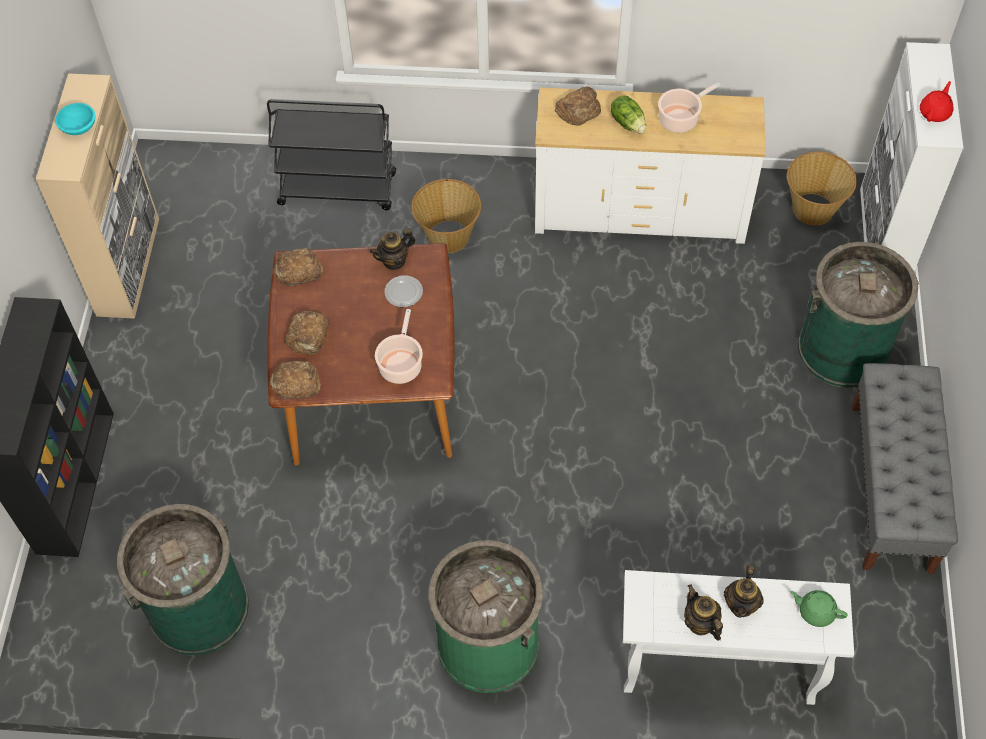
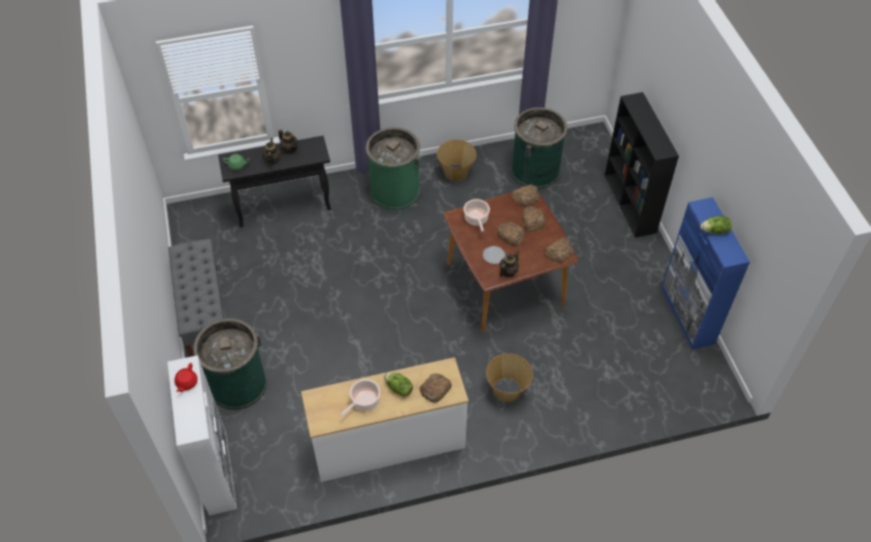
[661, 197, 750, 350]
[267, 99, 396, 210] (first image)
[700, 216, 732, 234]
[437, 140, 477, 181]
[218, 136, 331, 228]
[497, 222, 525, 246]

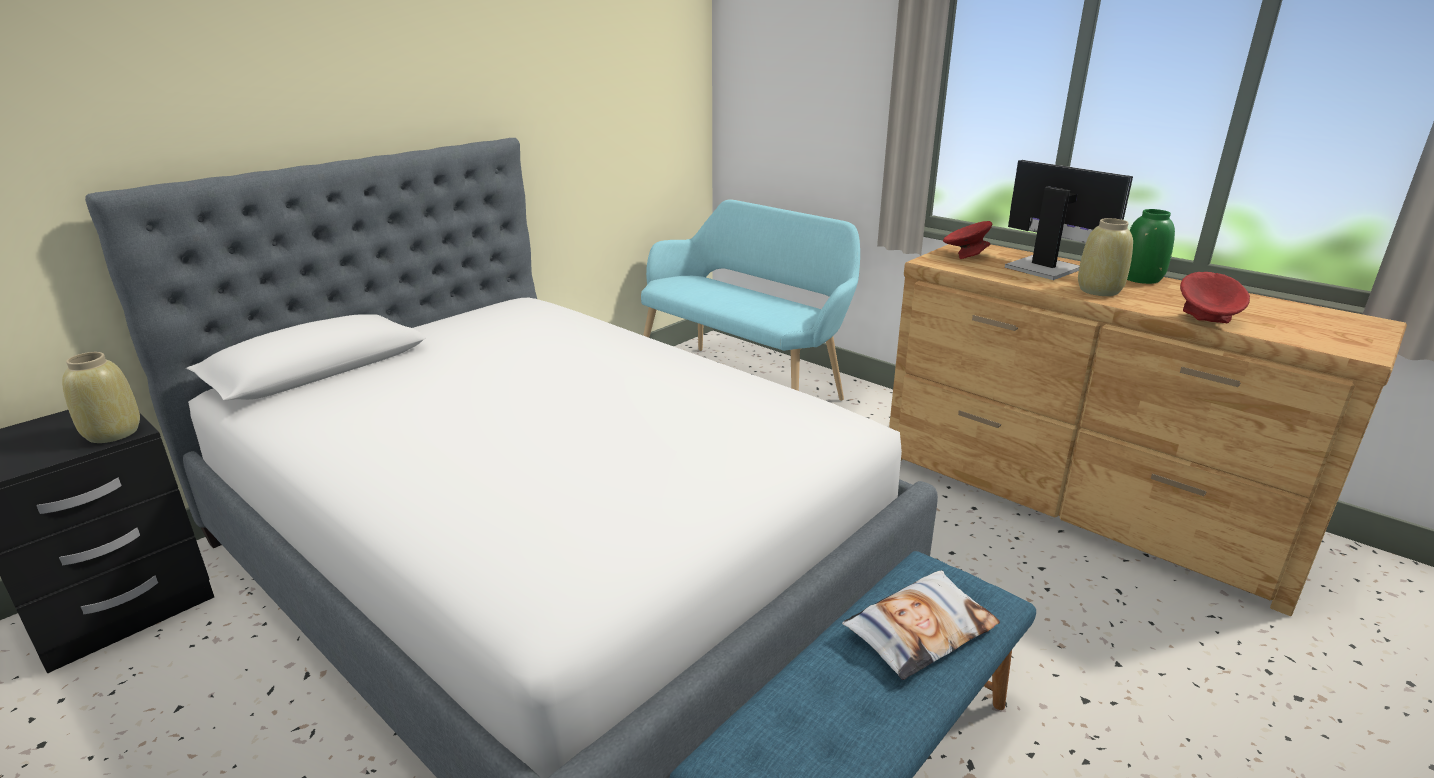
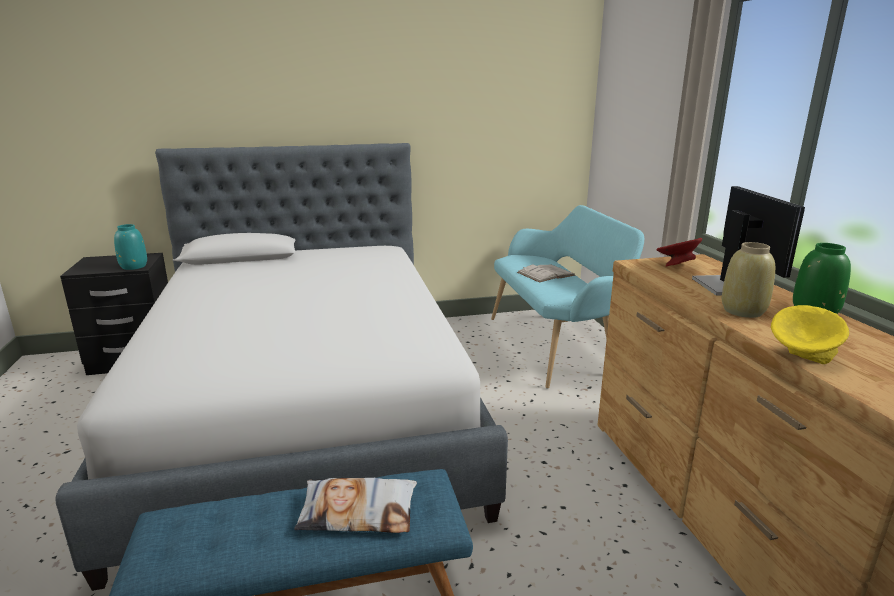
[771, 305, 849, 364]
[114, 224, 147, 270]
[517, 265, 575, 283]

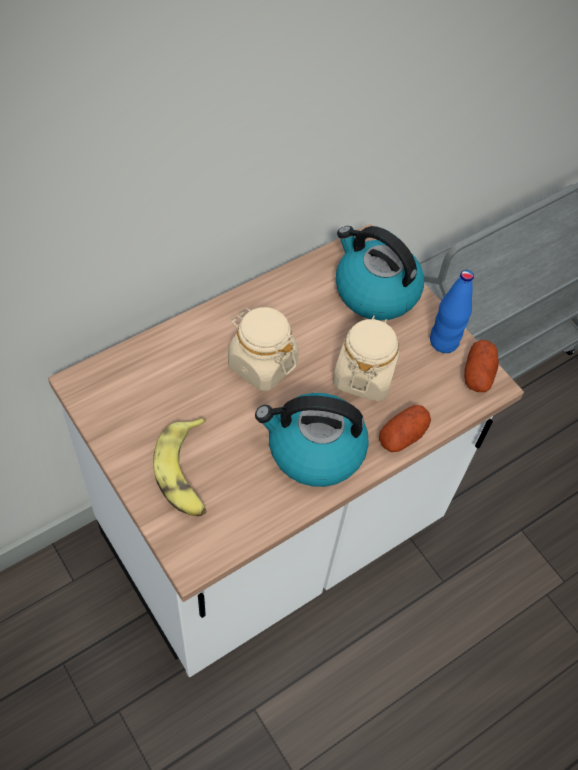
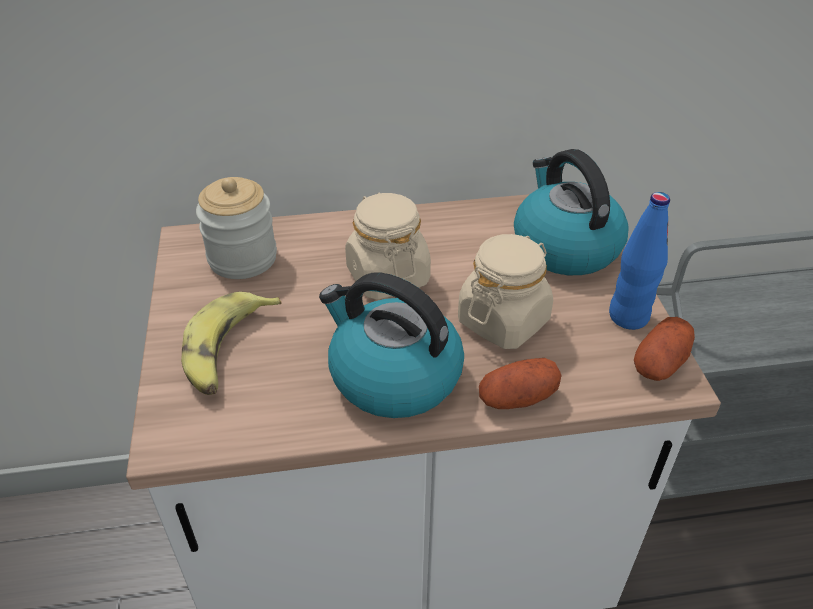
[196, 177, 277, 279]

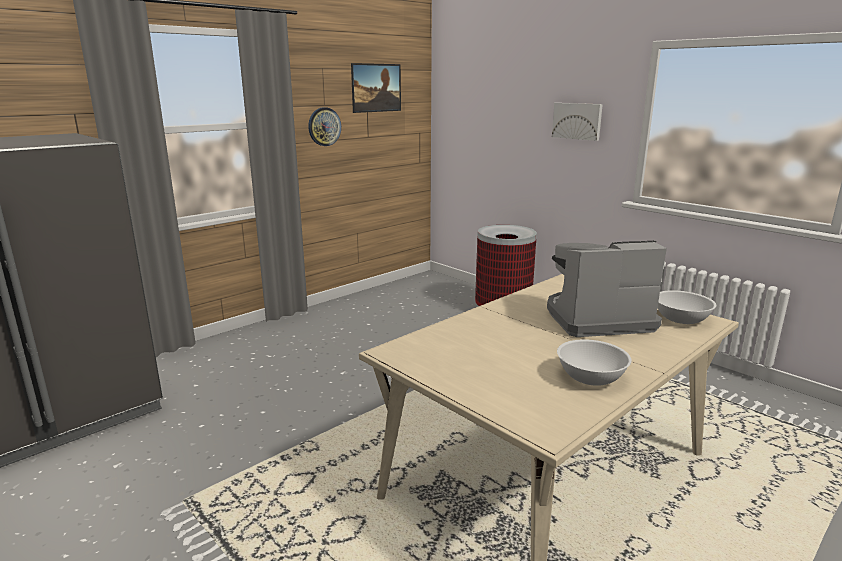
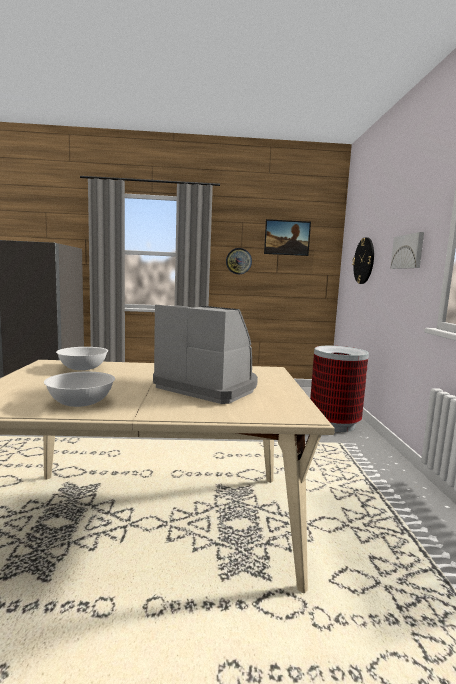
[56, 347, 108, 370]
[352, 237, 374, 284]

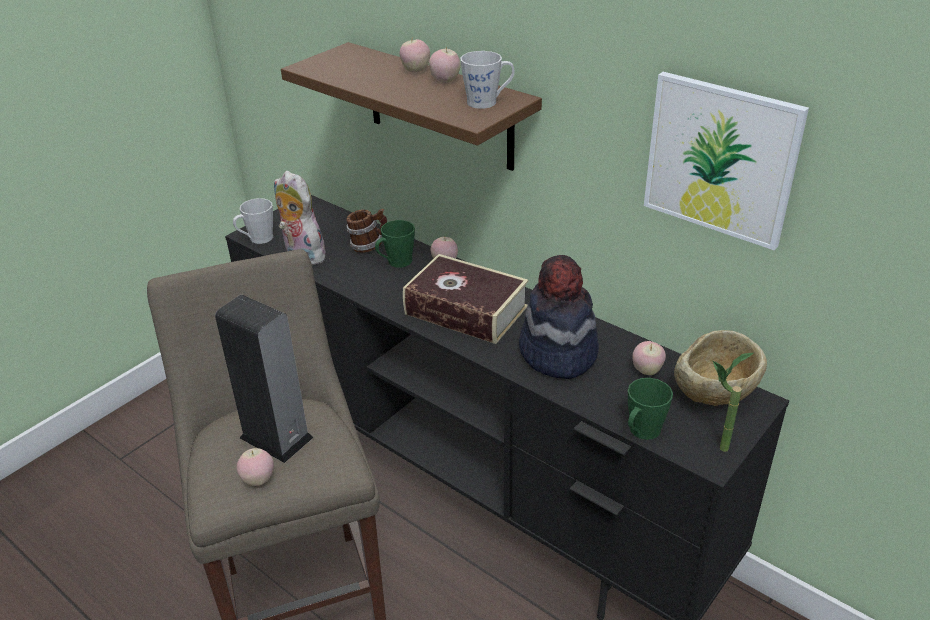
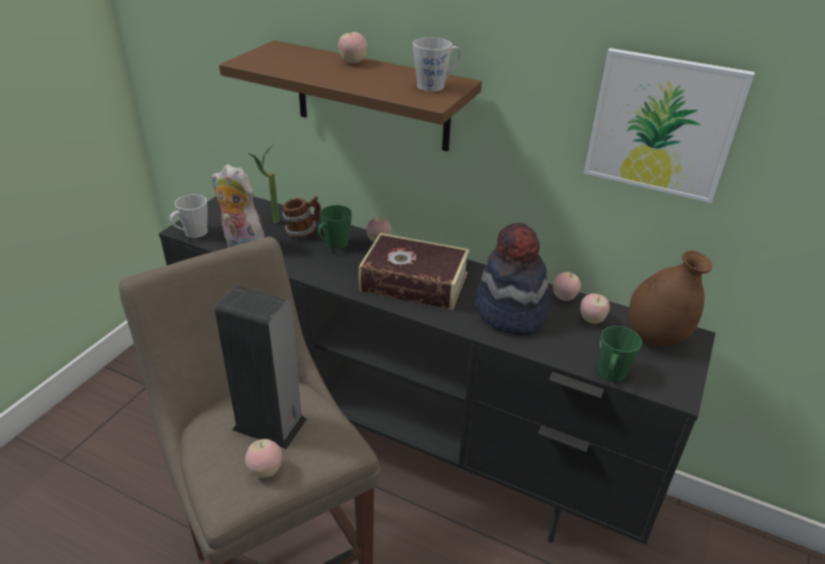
[553, 272, 581, 301]
[629, 250, 712, 346]
[247, 145, 279, 223]

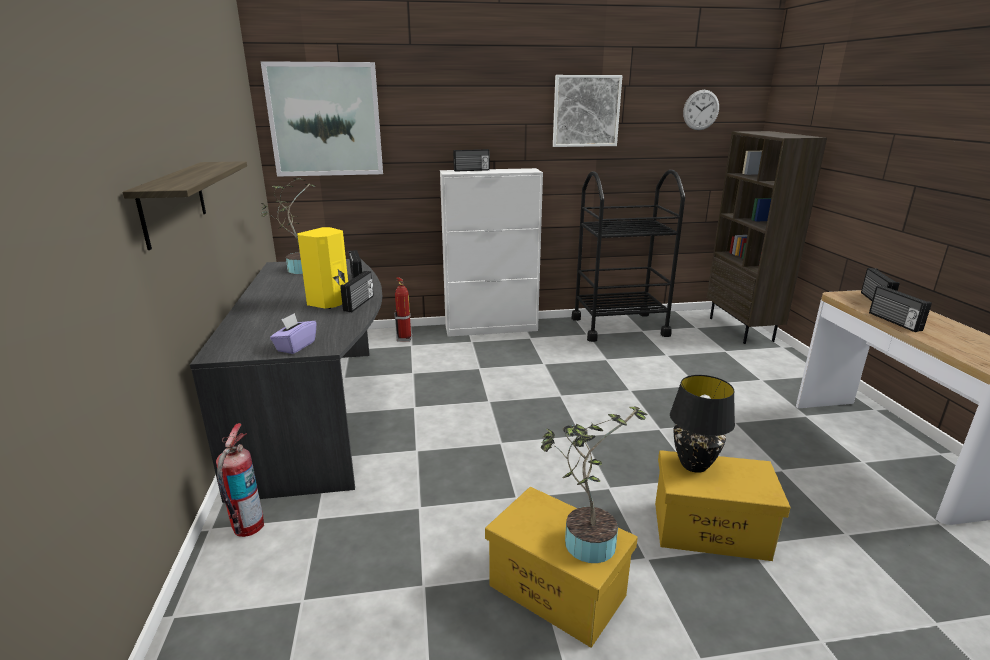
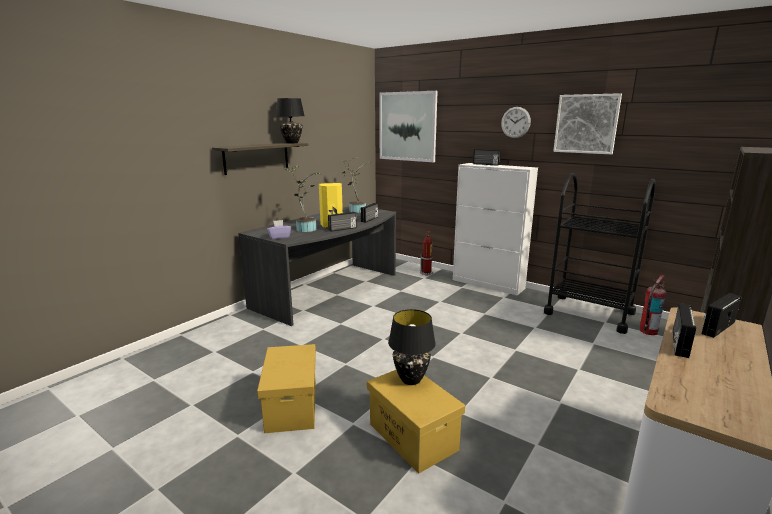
[501, 107, 531, 138]
[284, 165, 321, 232]
[640, 275, 666, 335]
[276, 98, 304, 143]

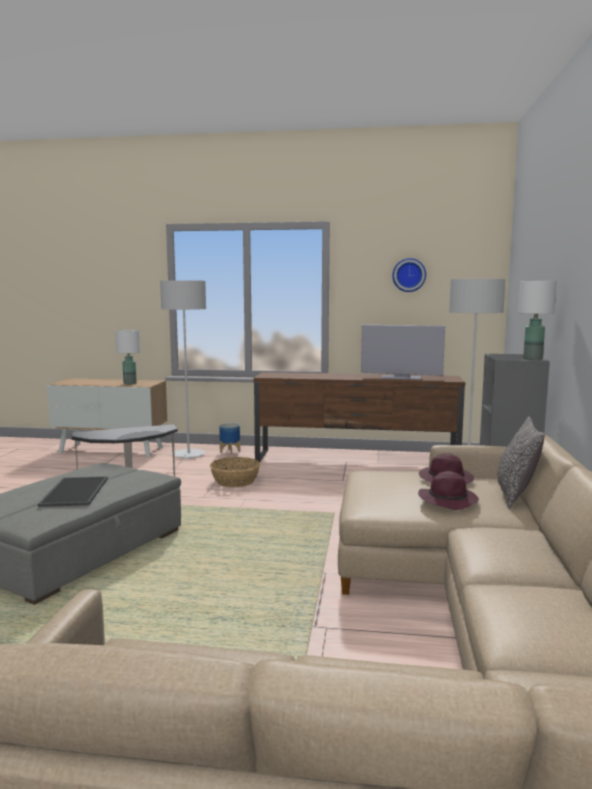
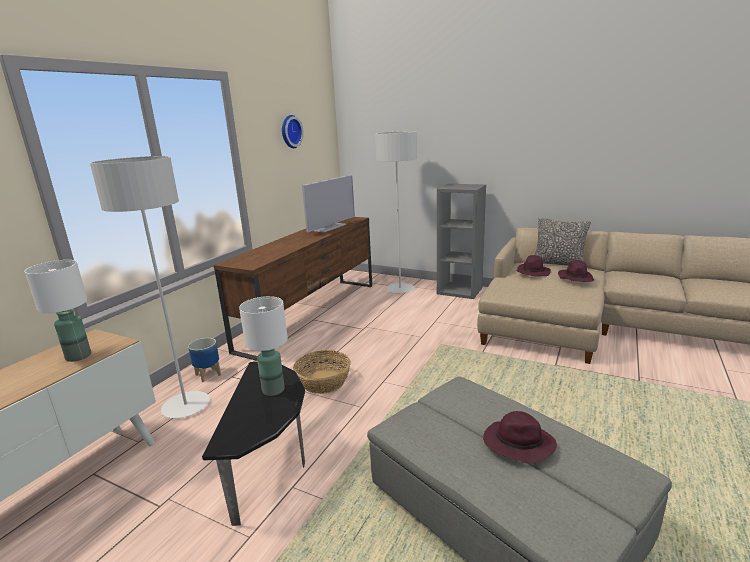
[239, 296, 288, 396]
[483, 411, 557, 464]

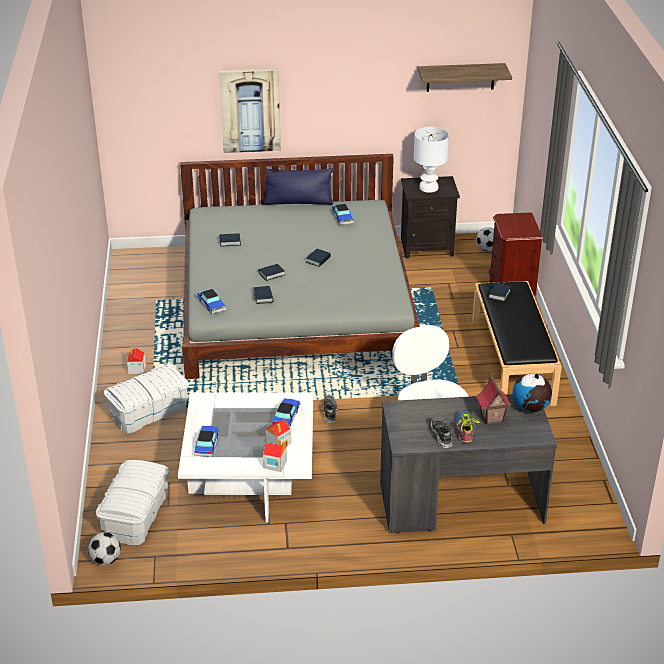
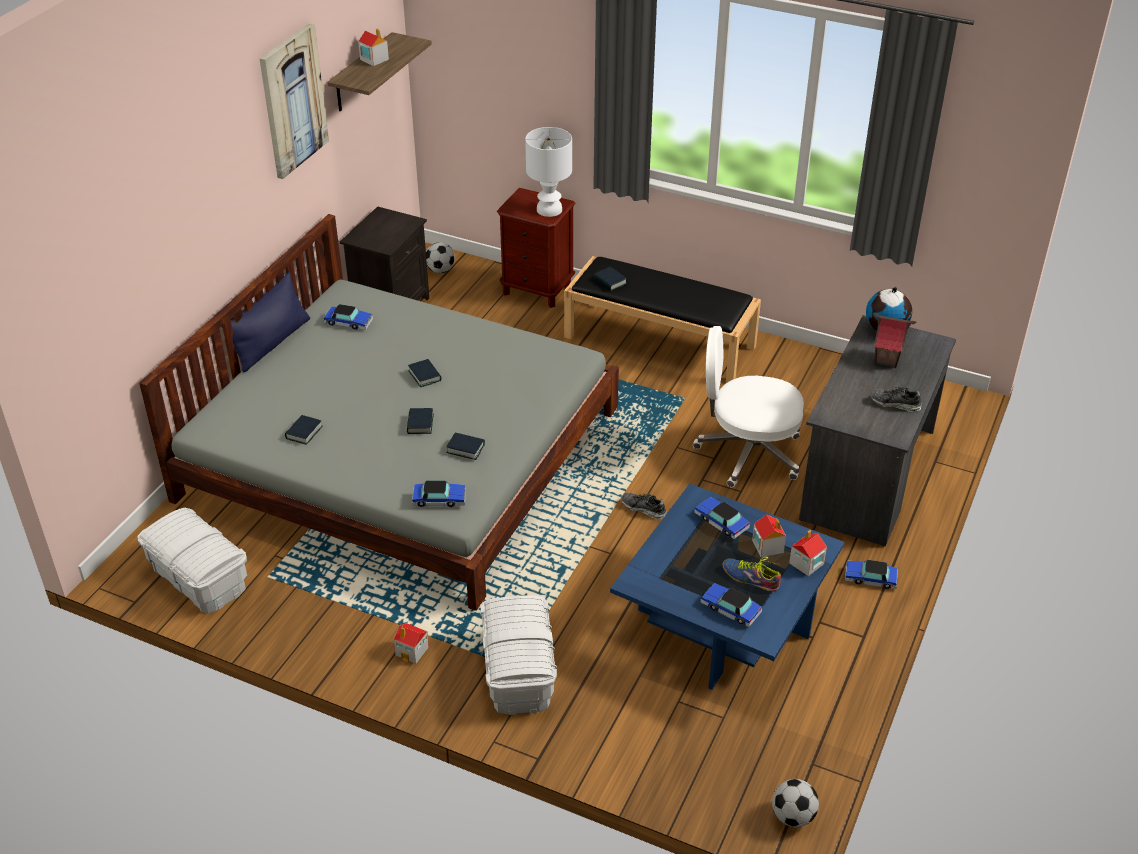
[260, 23, 329, 179]
[525, 127, 572, 217]
[610, 483, 844, 690]
[722, 557, 781, 592]
[137, 508, 247, 614]
[358, 29, 389, 66]
[844, 560, 898, 589]

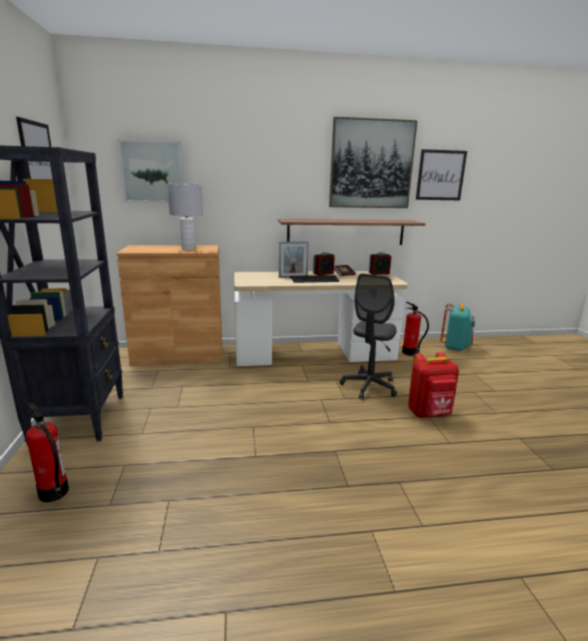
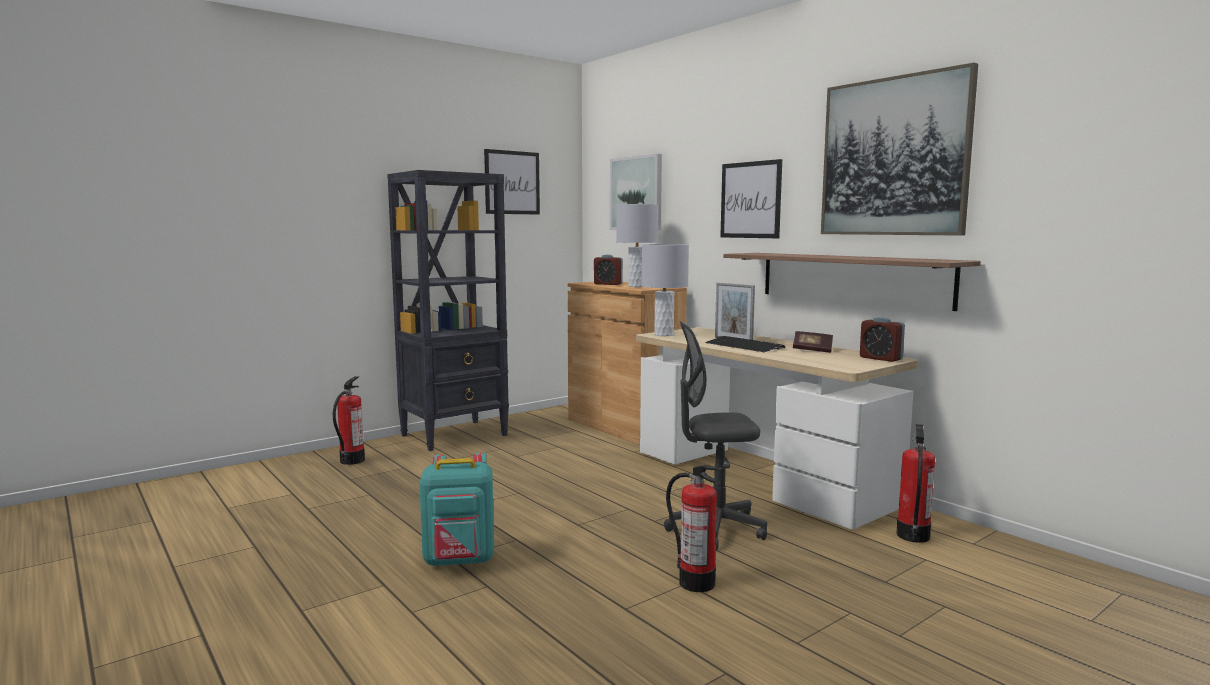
[720, 159, 782, 238]
[594, 254, 623, 285]
[419, 453, 494, 567]
[666, 465, 723, 592]
[641, 244, 689, 336]

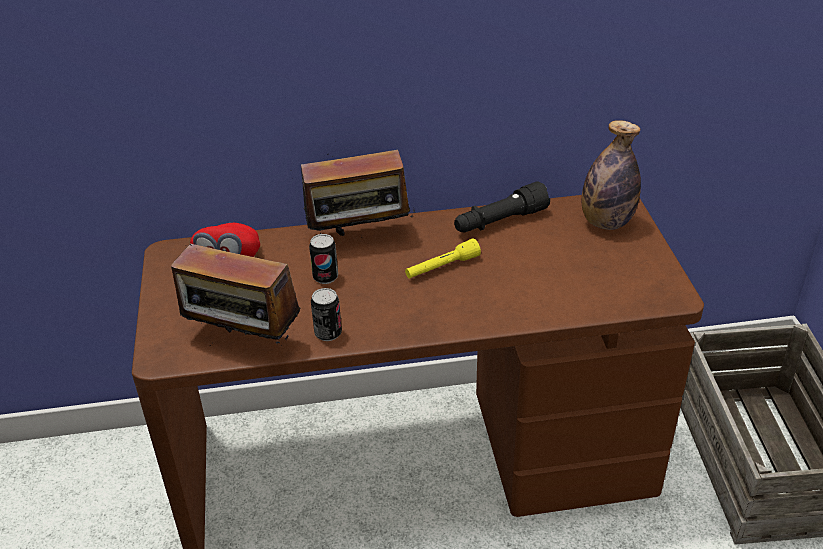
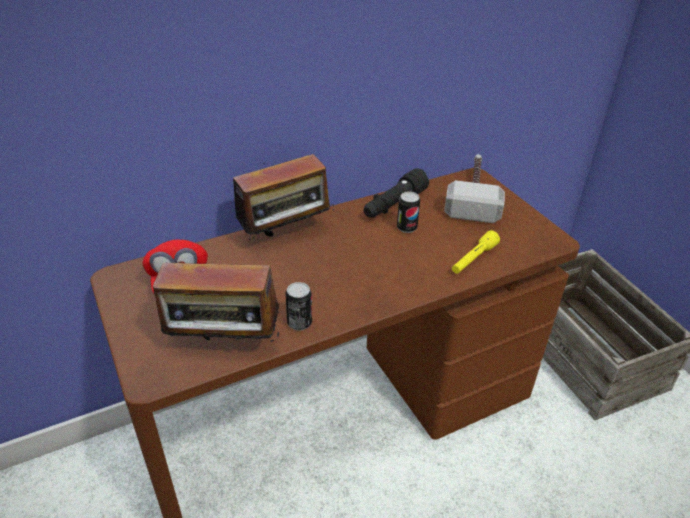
[444, 154, 505, 223]
[397, 191, 420, 233]
[452, 230, 500, 274]

